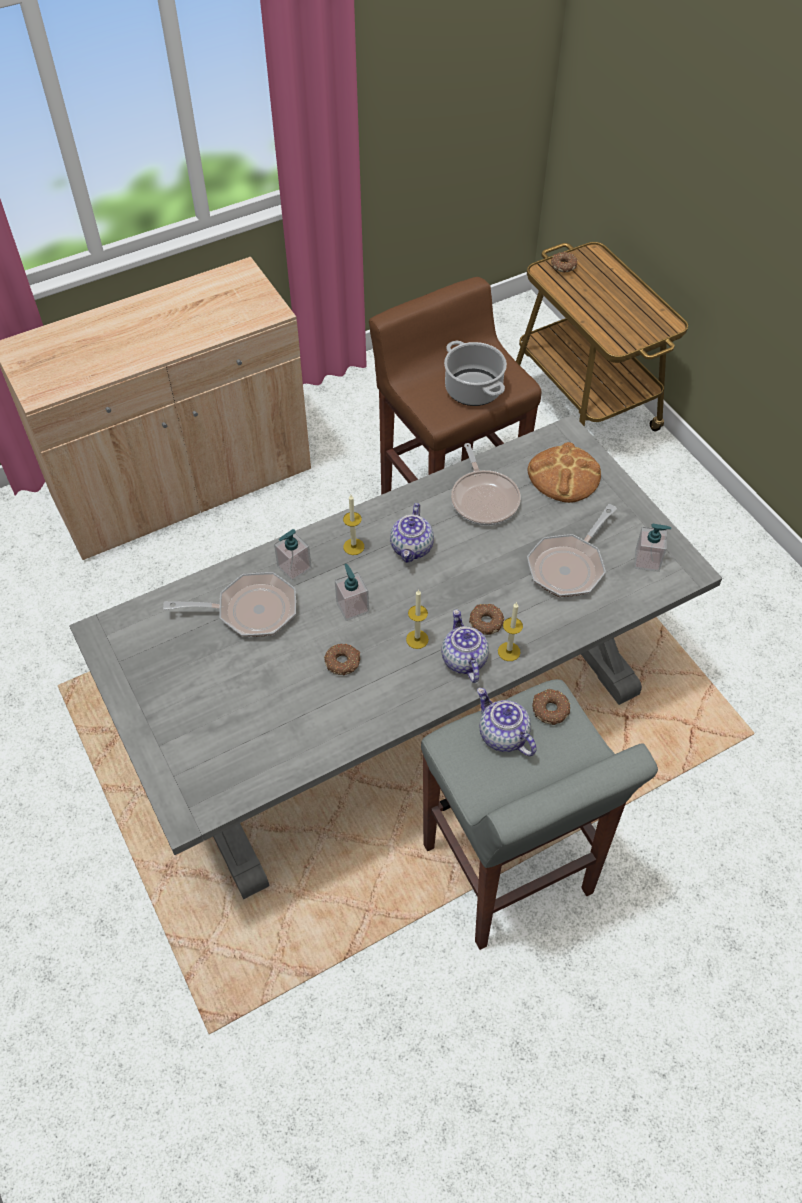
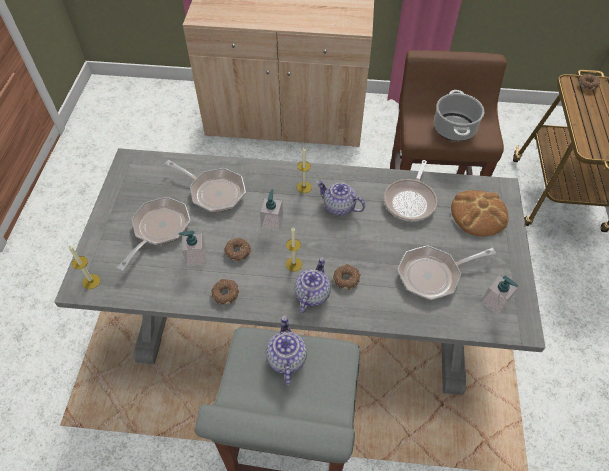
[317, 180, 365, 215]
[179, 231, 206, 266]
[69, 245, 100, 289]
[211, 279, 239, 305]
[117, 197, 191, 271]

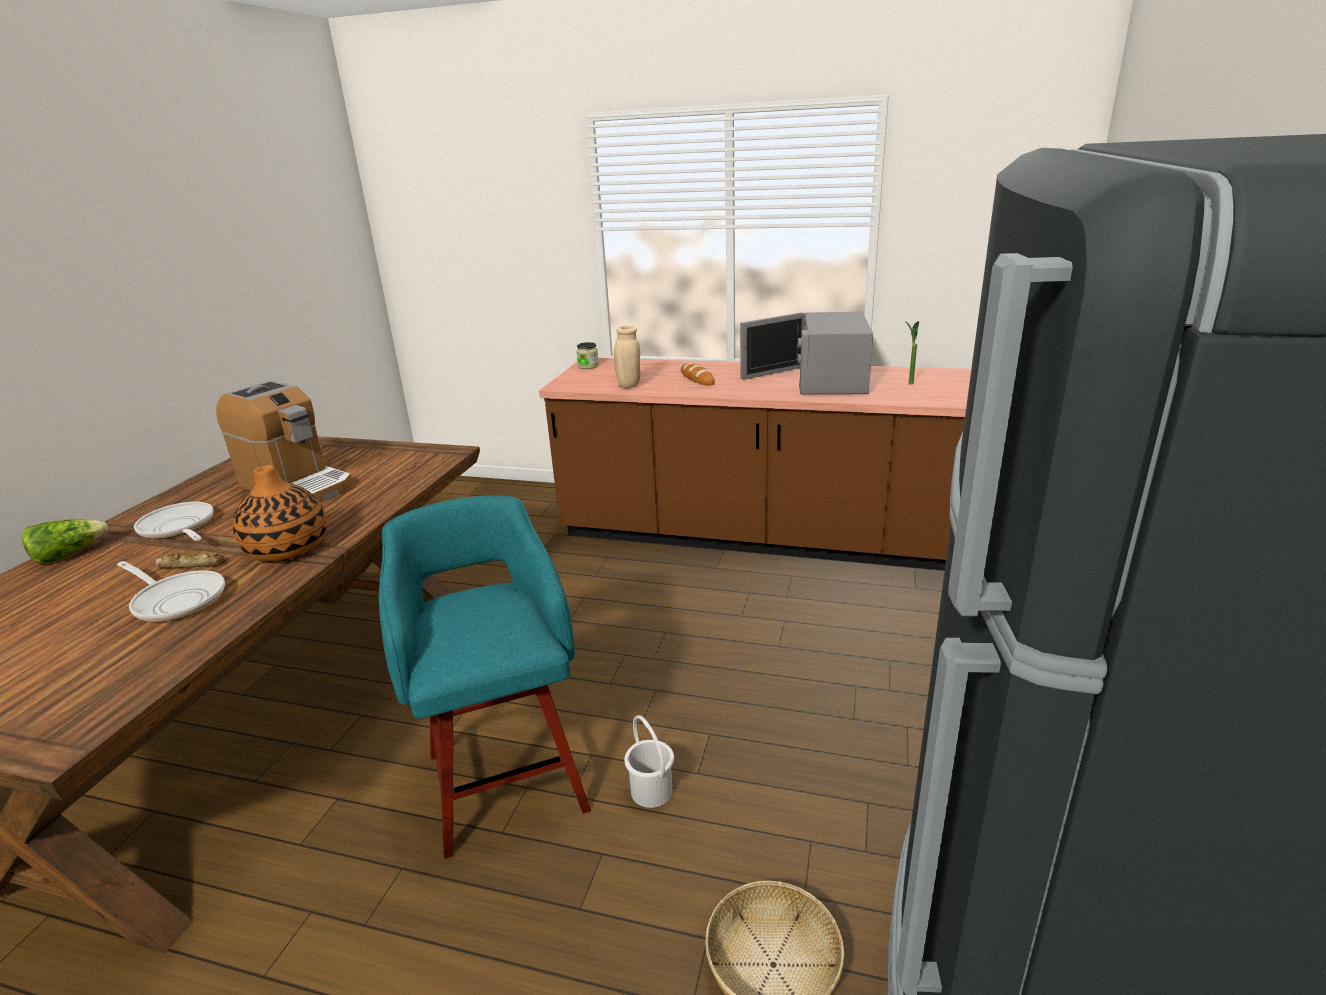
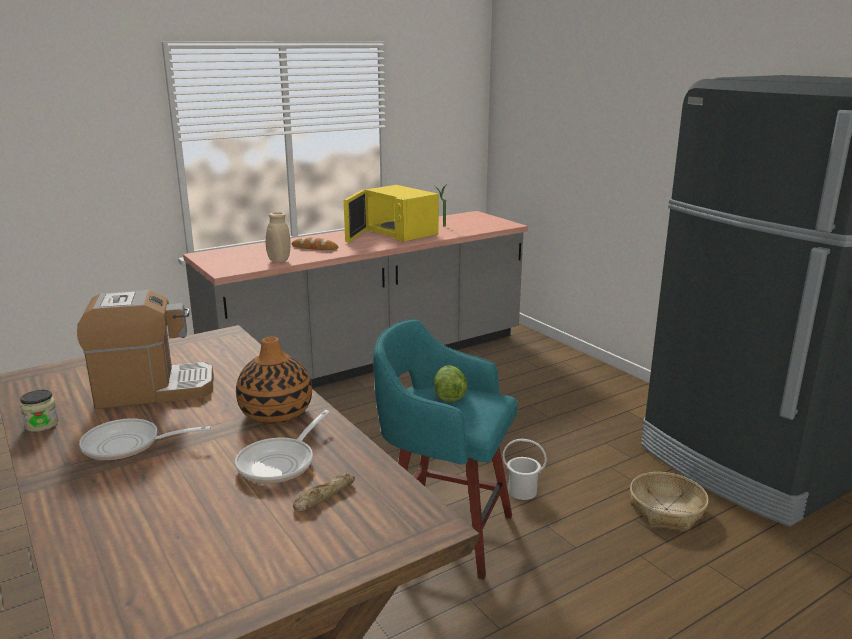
[344, 185, 439, 242]
[20, 390, 59, 432]
[183, 211, 528, 388]
[434, 365, 468, 402]
[293, 473, 355, 512]
[235, 410, 330, 484]

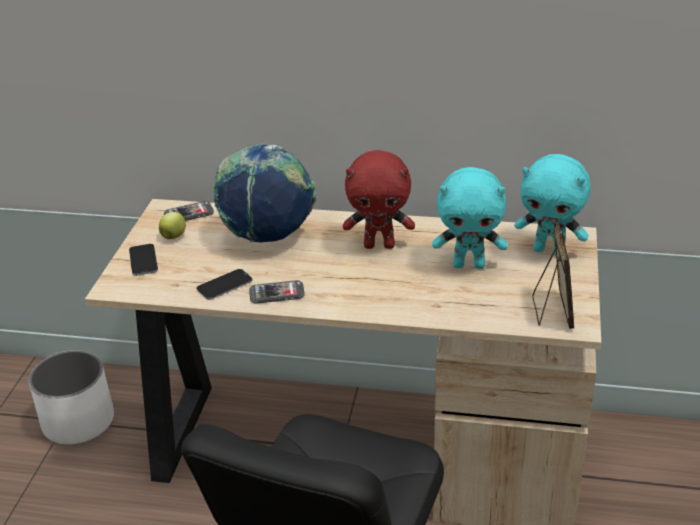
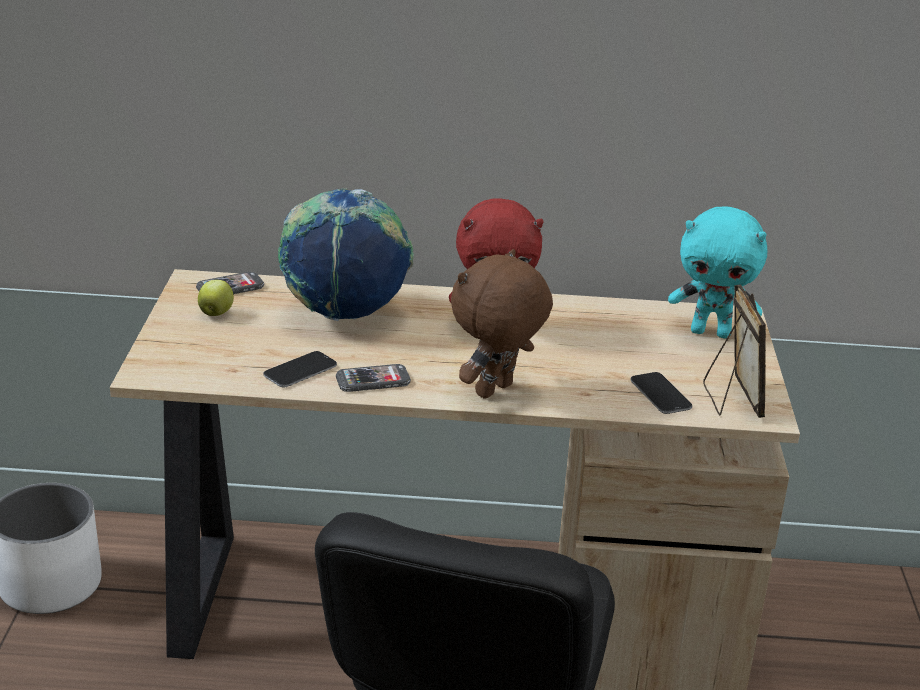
[432, 167, 508, 269] (first image)
[630, 372, 692, 414]
[451, 249, 553, 399]

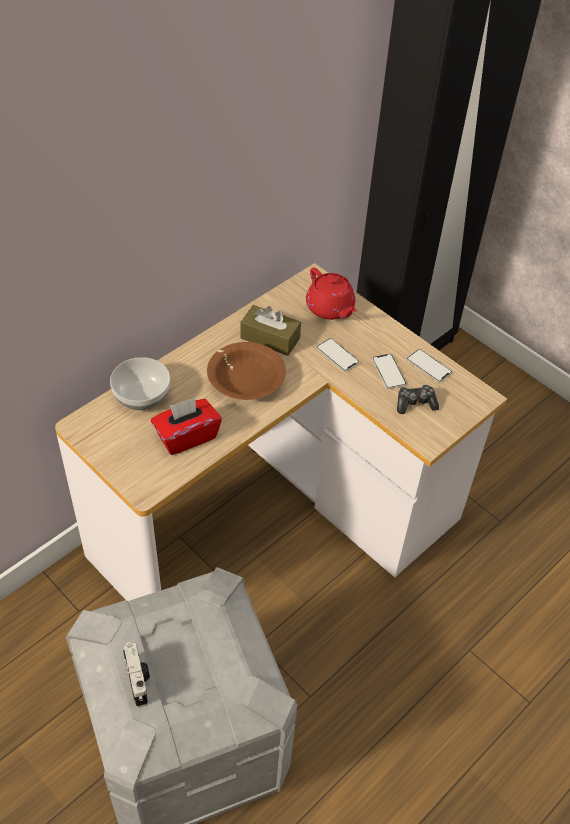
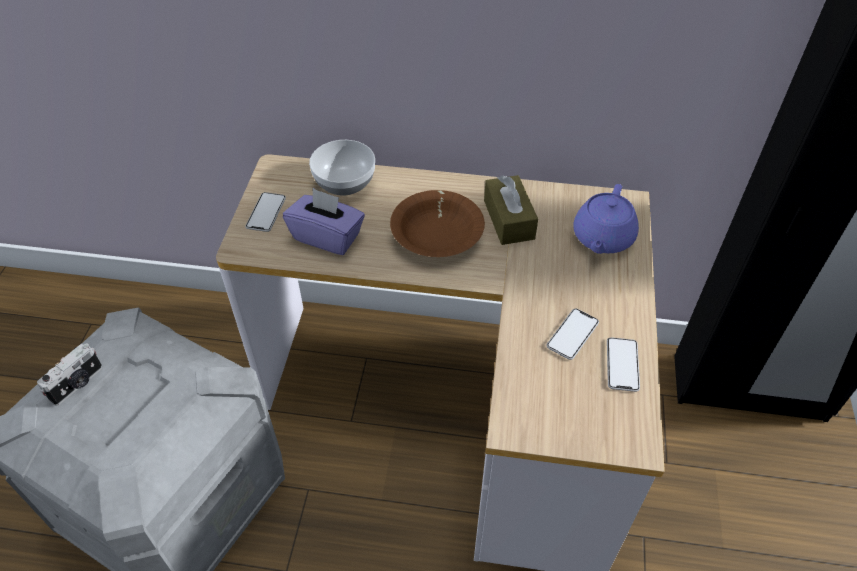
[573, 184, 639, 254]
[245, 192, 286, 232]
[397, 384, 439, 414] (first image)
[283, 188, 365, 255]

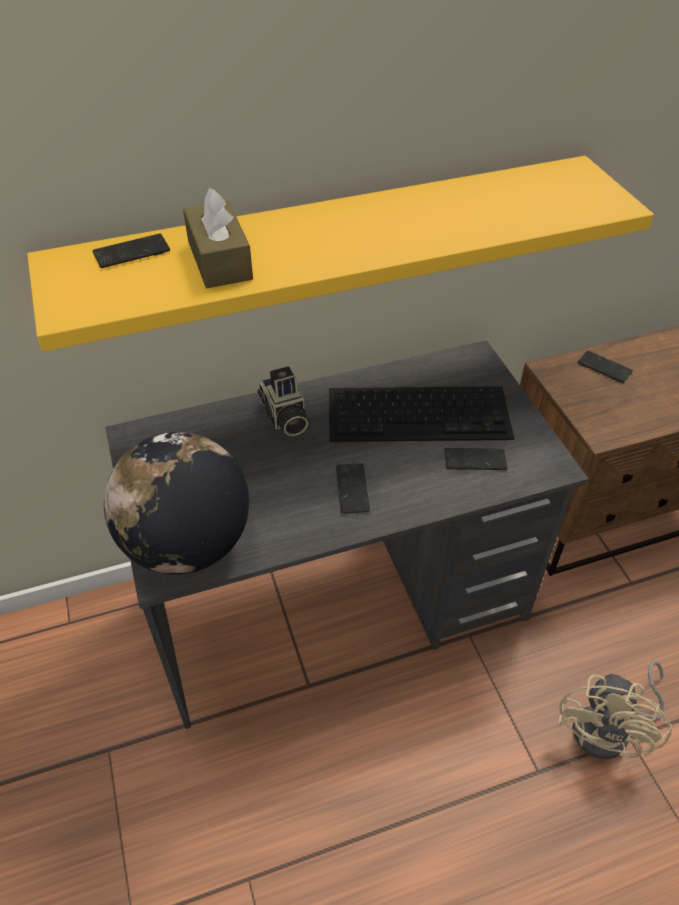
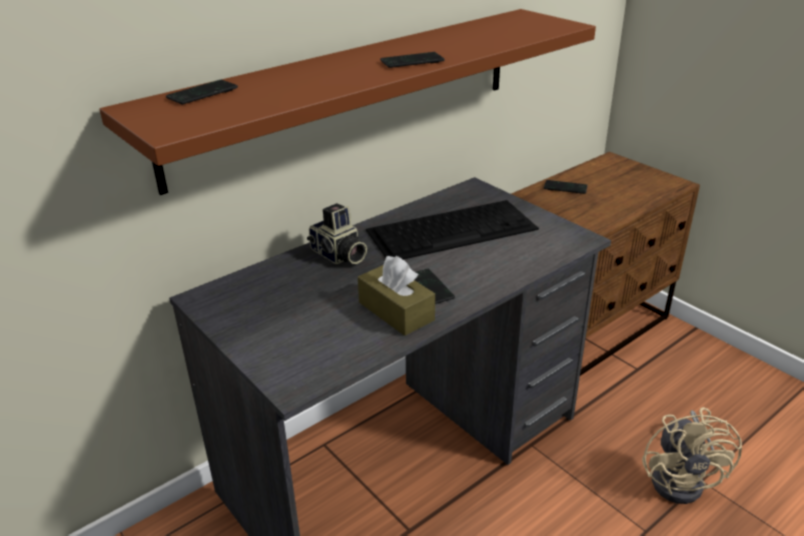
[99, 9, 596, 195]
[358, 256, 435, 336]
[104, 432, 249, 575] (first image)
[380, 52, 445, 68]

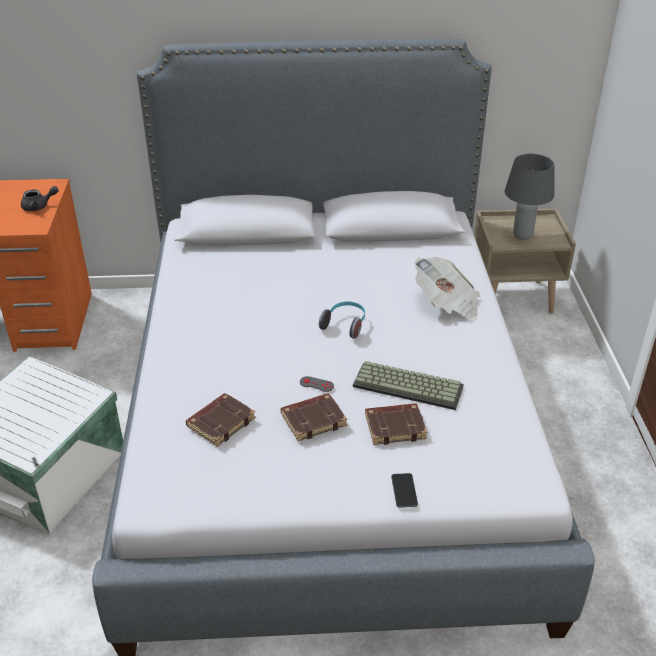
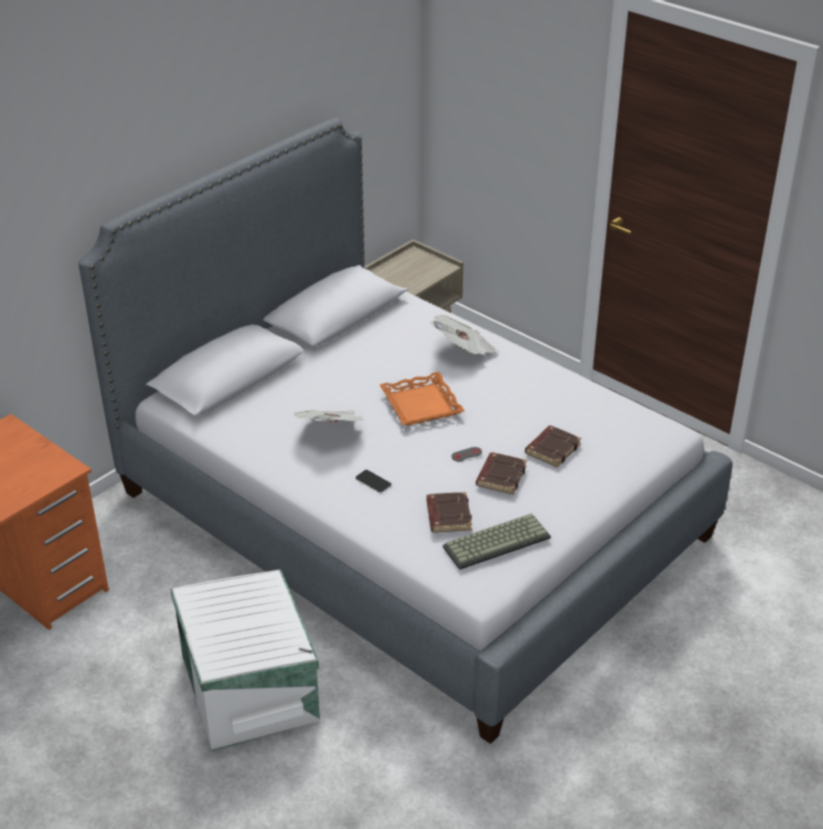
[505, 153, 554, 240] (first image)
[21, 186, 59, 211] (first image)
[379, 372, 465, 426]
[443, 513, 551, 570]
[355, 470, 392, 493]
[294, 410, 363, 423]

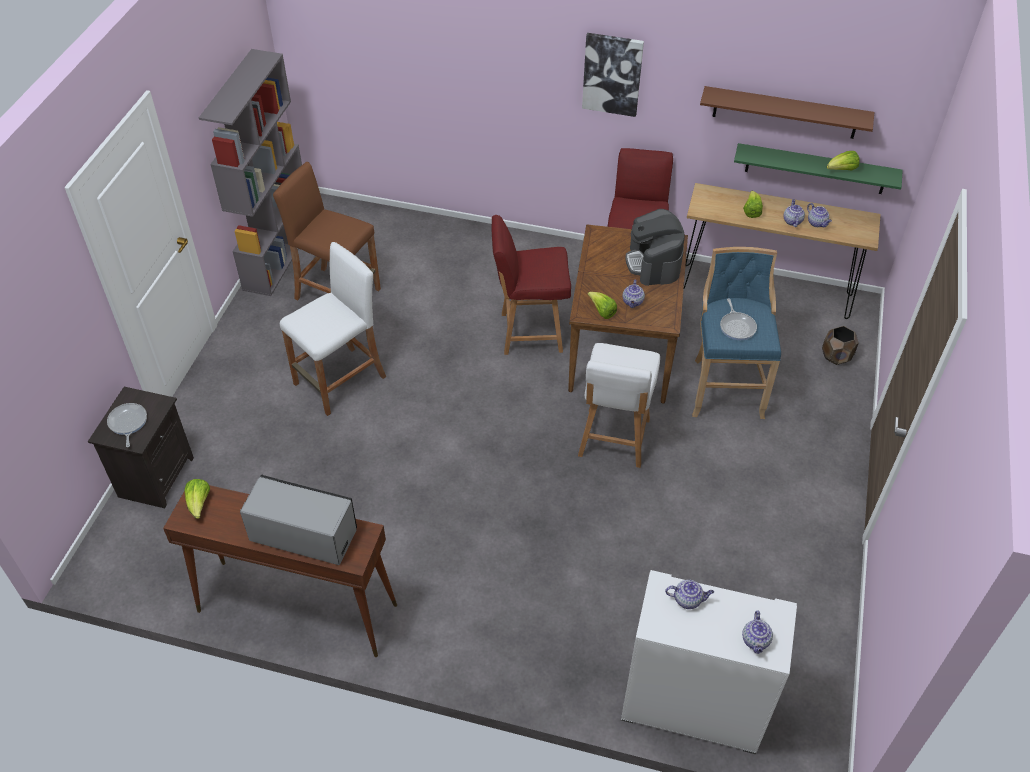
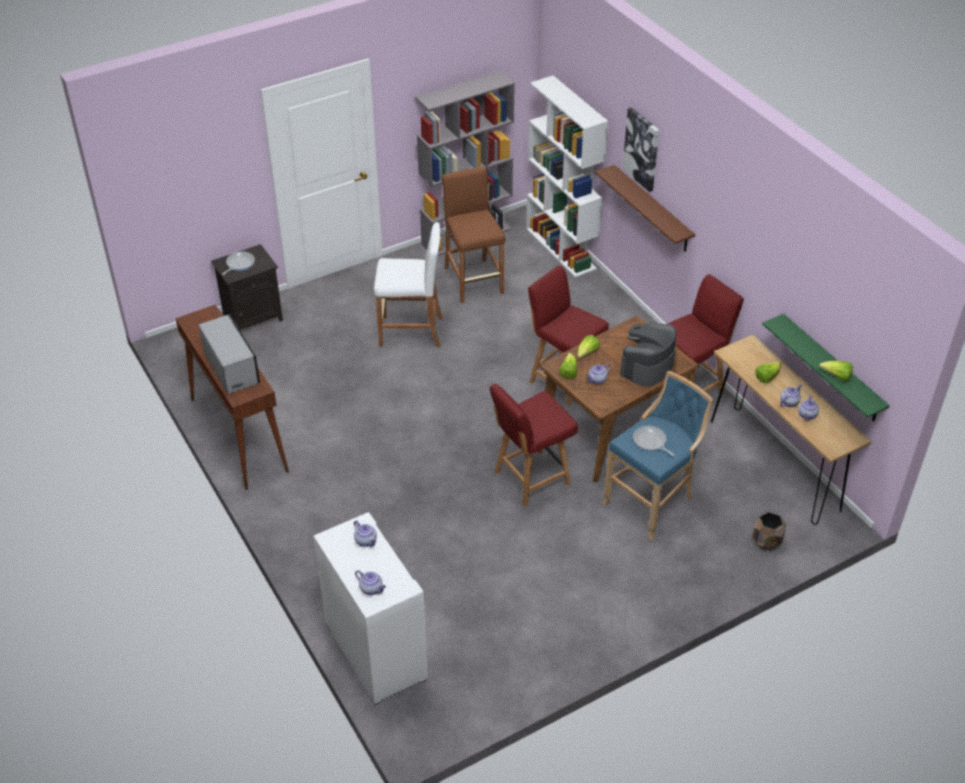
[622, 107, 659, 192]
[595, 165, 695, 252]
[633, 426, 674, 456]
[489, 384, 578, 507]
[577, 335, 600, 359]
[355, 570, 386, 595]
[526, 76, 608, 278]

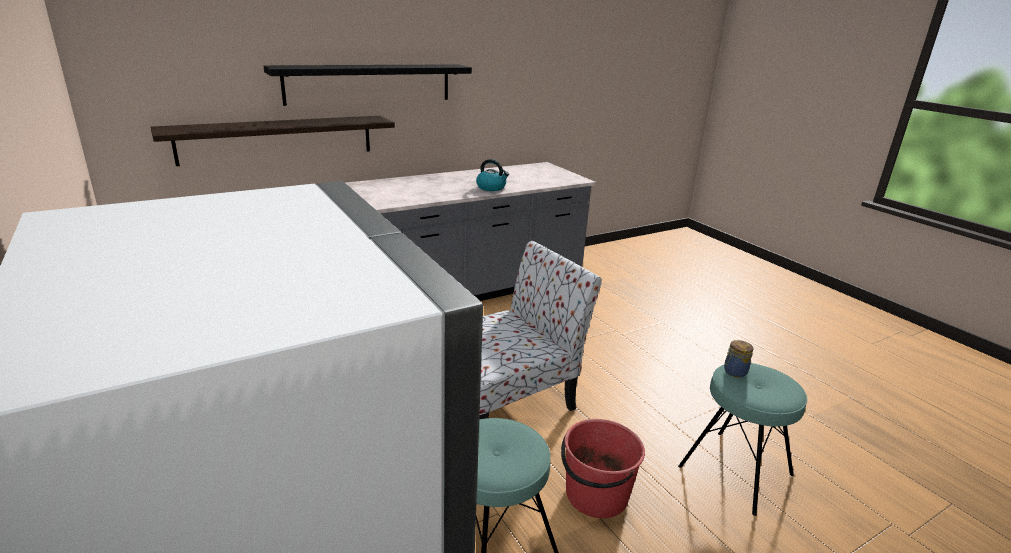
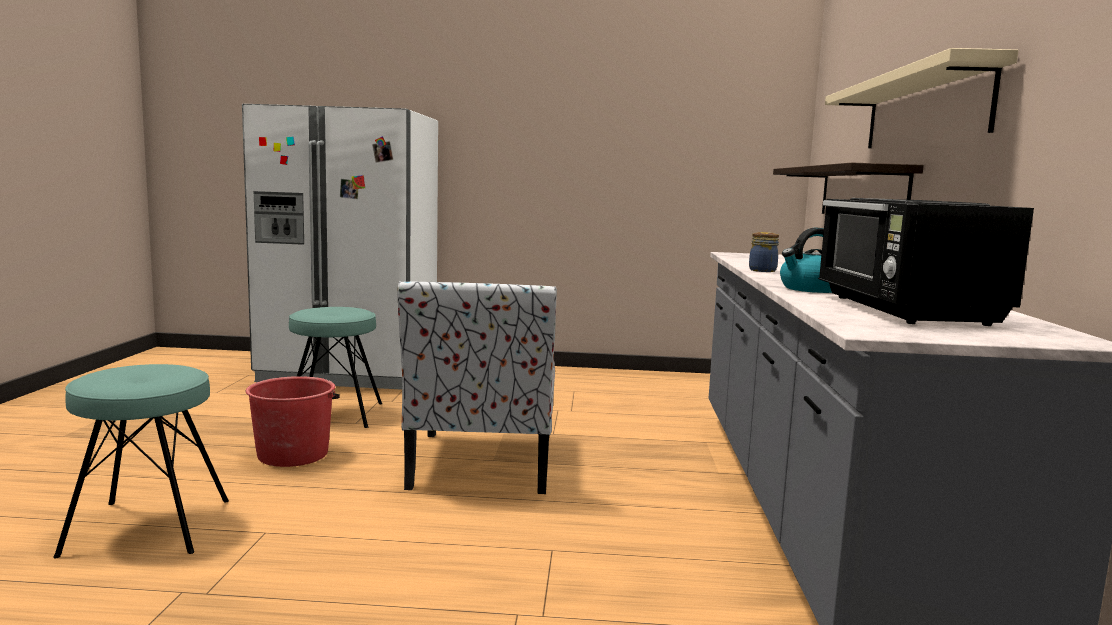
[825, 48, 1018, 148]
[749, 232, 779, 272]
[818, 198, 1034, 326]

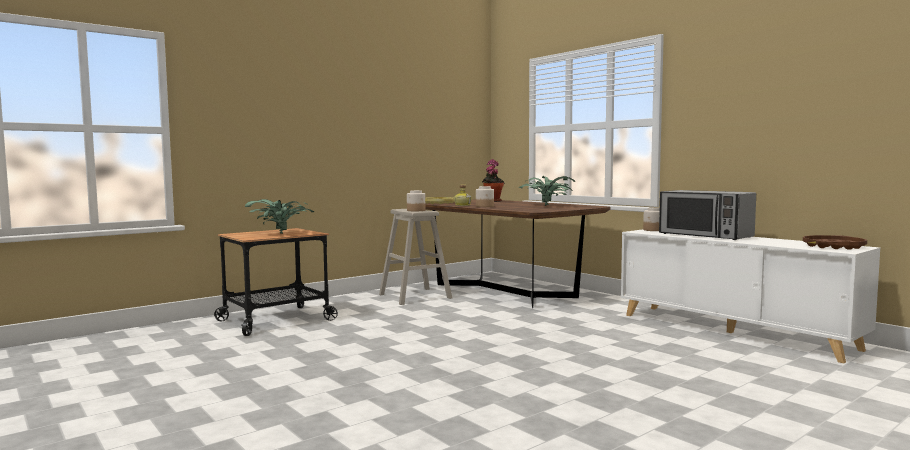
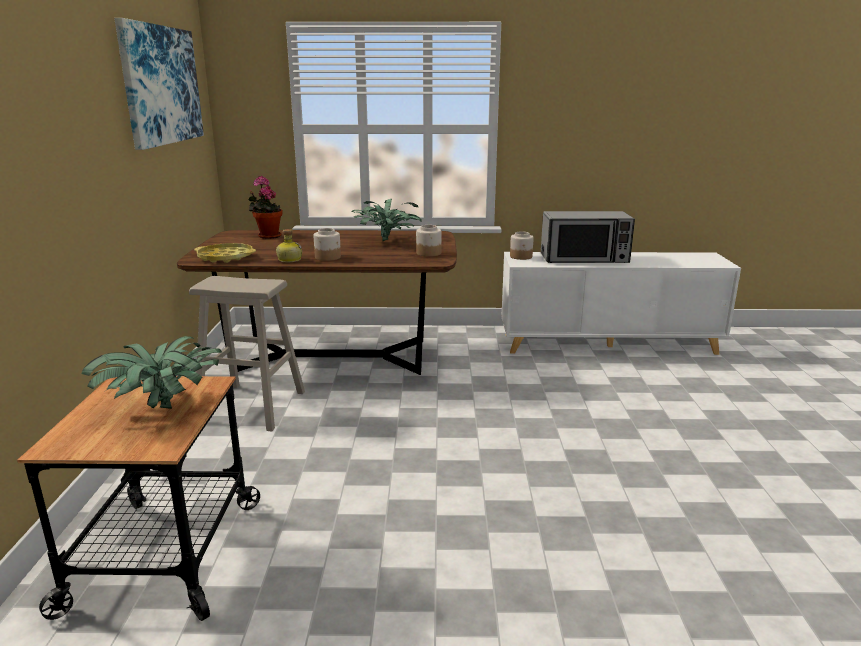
[416, 225, 442, 257]
[803, 235, 867, 250] (first image)
[114, 18, 204, 150]

